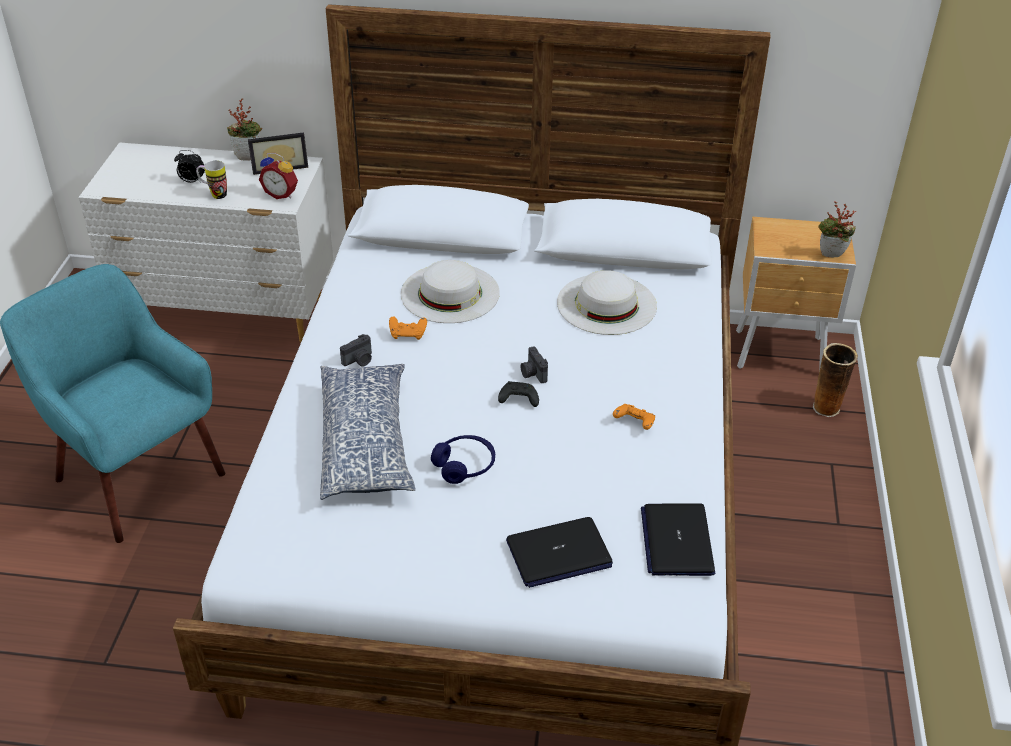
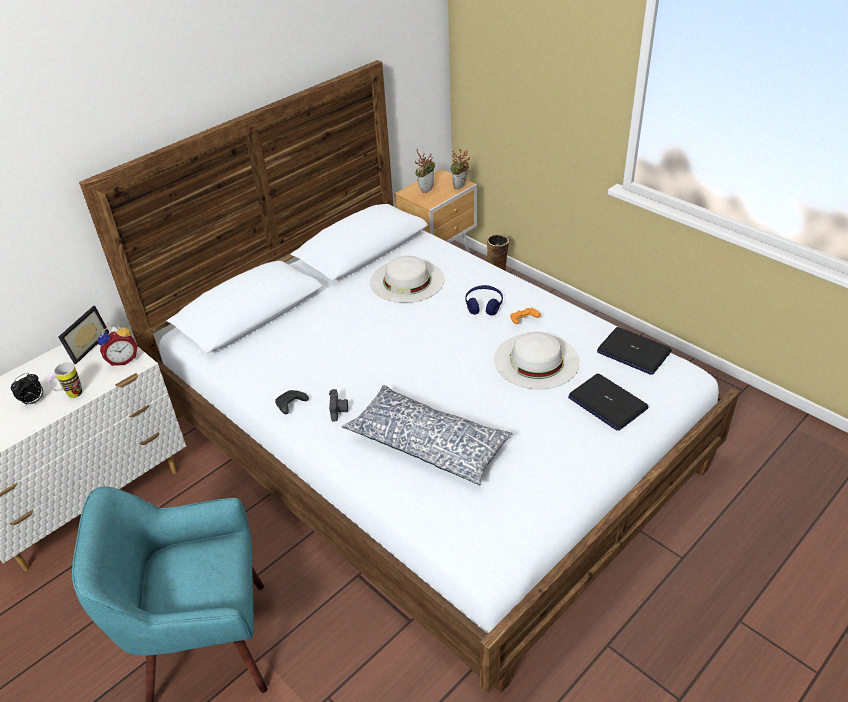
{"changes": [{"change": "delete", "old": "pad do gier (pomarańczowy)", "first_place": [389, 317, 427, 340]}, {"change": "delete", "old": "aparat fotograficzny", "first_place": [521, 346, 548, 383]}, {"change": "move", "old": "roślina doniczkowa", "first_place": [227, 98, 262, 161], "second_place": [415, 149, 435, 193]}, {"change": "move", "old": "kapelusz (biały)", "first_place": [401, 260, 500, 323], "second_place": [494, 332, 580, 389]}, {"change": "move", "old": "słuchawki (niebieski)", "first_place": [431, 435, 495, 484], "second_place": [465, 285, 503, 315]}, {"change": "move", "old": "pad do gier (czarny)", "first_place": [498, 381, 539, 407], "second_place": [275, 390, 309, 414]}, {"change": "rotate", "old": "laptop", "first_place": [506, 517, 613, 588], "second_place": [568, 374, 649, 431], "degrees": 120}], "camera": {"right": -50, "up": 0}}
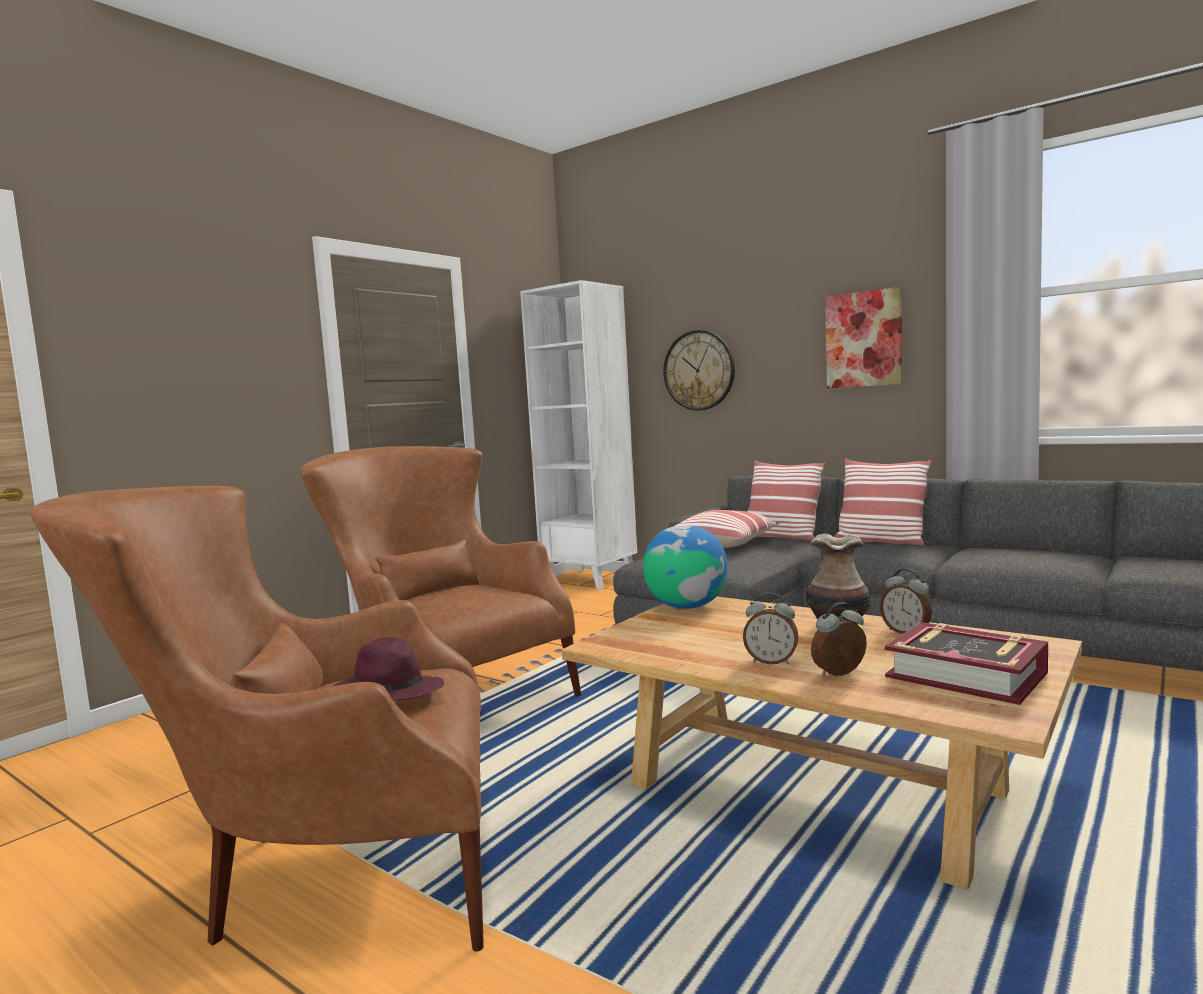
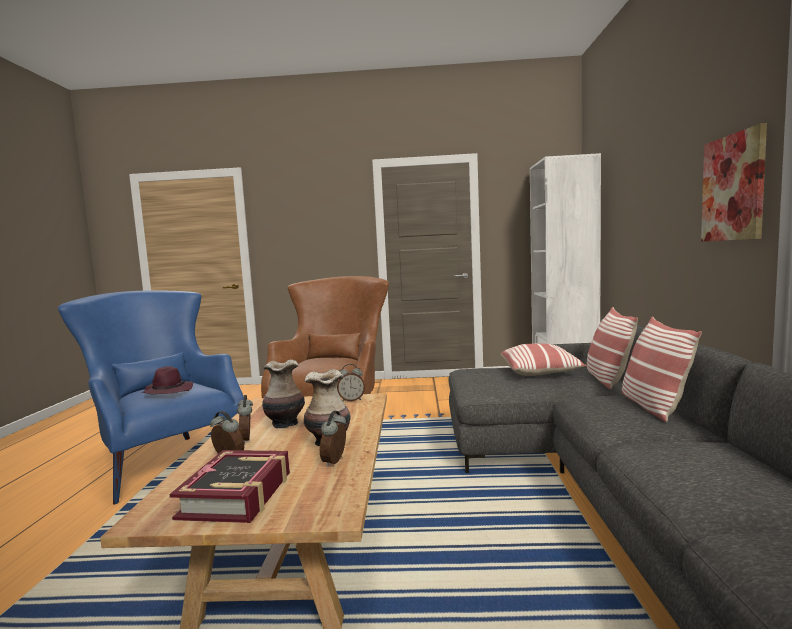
{"changes": [{"change": "delete", "old": "zegar ścienny", "first_place": [663, 330, 735, 411]}, {"change": "insert", "new": "wazon", "second_place": [262, 359, 305, 428]}, {"change": "replace", "old": "globus", "new": "budzik", "first_place": [643, 525, 727, 609], "second_place": [337, 364, 365, 402]}, {"change": "recolor", "old": "fotel (brązowy)", "new": "fotel (niebieski)", "first_place": [31, 486, 484, 952], "second_place": [58, 290, 243, 504]}], "camera": {"right": 55, "up": 0}}
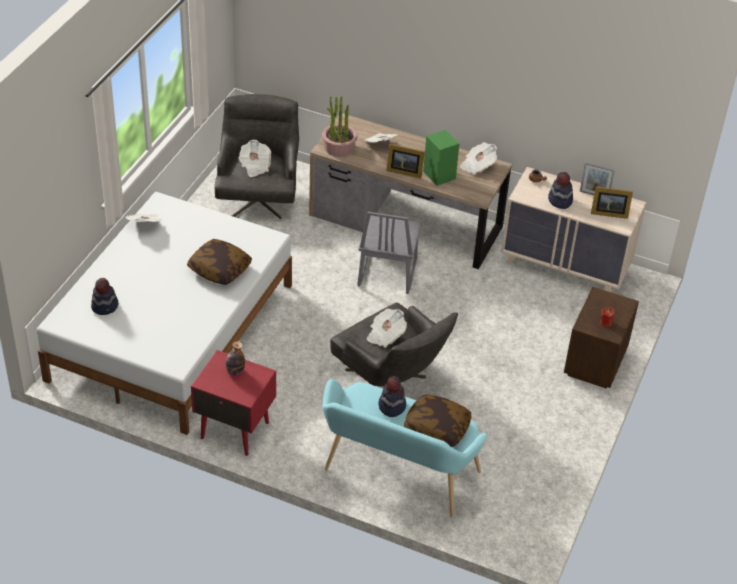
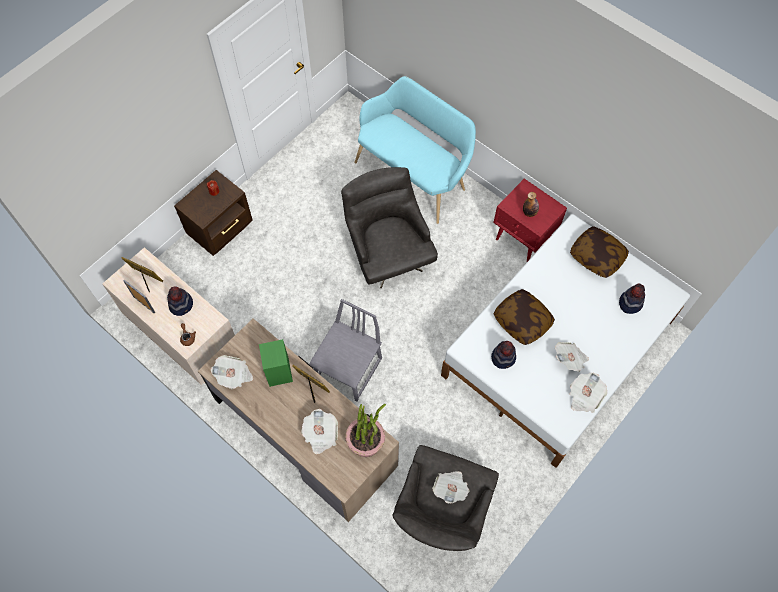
{"changes": [{"change": "move", "old": "gazeta", "first_place": [367, 308, 407, 348], "second_place": [555, 342, 589, 372]}, {"change": "move", "old": "kapelusz", "first_place": [378, 376, 406, 417], "second_place": [491, 341, 516, 369]}, {"change": "move", "old": "poduszka", "first_place": [404, 394, 471, 447], "second_place": [570, 226, 629, 278]}], "camera": {"right": -160, "up": 20}}
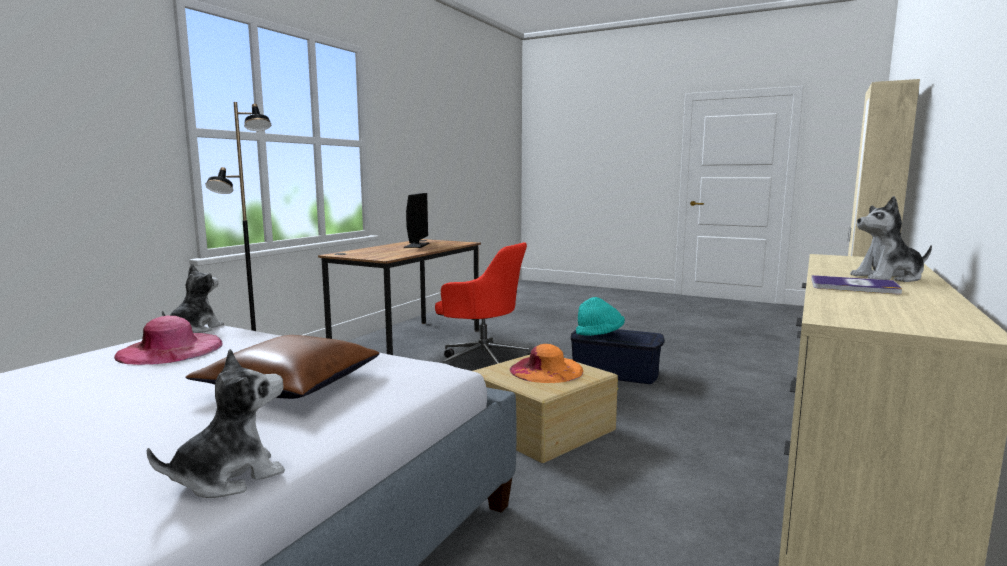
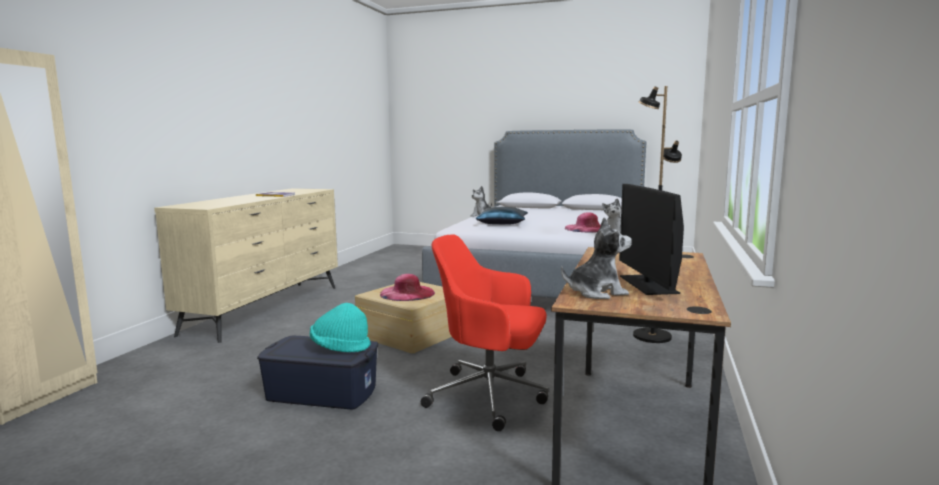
{"changes": [{"change": "move", "old": "pluszak", "first_place": [850, 196, 932, 282], "second_place": [561, 217, 632, 299]}, {"change": "recolor", "old": "poduszka (brązowy)", "new": "poduszka (niebieski)", "first_place": [186, 335, 379, 399], "second_place": [476, 207, 528, 225]}, {"change": "recolor", "old": "kapelusz (pomarańczowy)", "new": "kapelusz (różowy)", "first_place": [510, 344, 583, 383], "second_place": [380, 274, 435, 301]}], "camera": {"right": 170, "up": 0}}
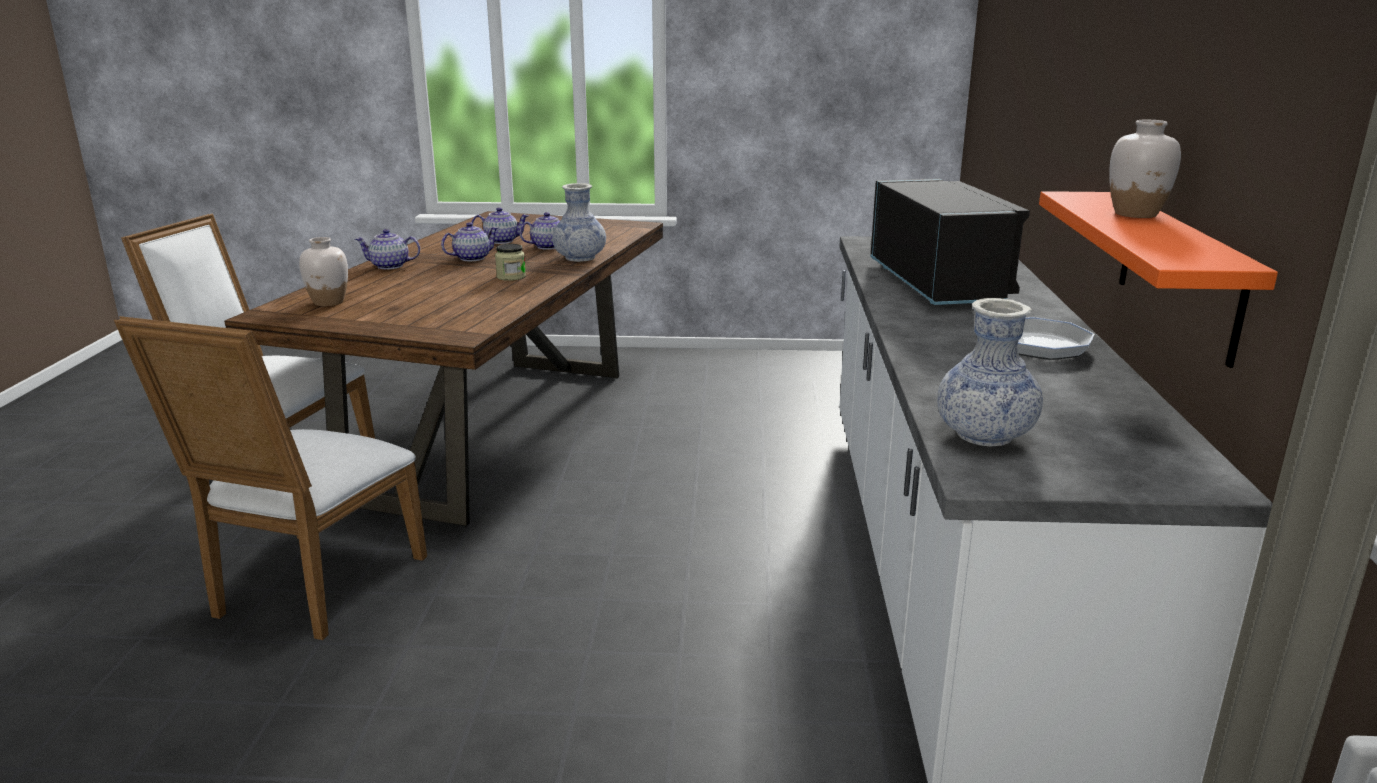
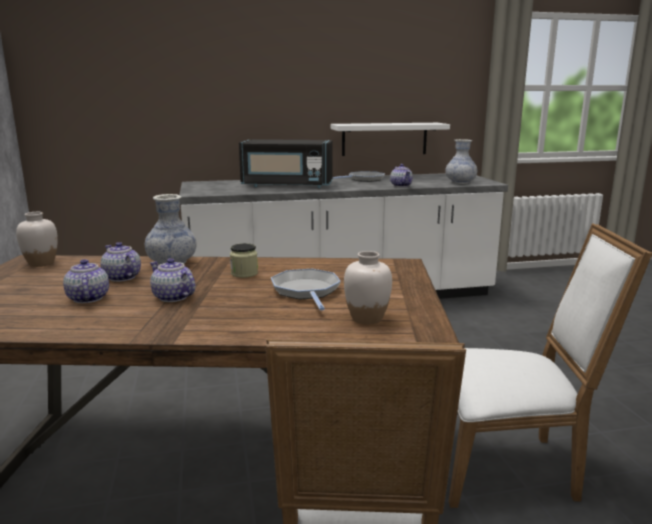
{"changes": [{"change": "insert", "new": "patelnia", "second_place": [271, 269, 341, 310]}, {"change": "move", "old": "imbryk", "first_place": [355, 229, 420, 269], "second_place": [390, 164, 413, 187]}, {"change": "move", "old": "wazon (biały)", "first_place": [1109, 120, 1181, 218], "second_place": [16, 212, 58, 267]}, {"change": "recolor", "old": "półka (pomarańczowy)", "new": "półka (biały)", "first_place": [1039, 191, 1278, 368], "second_place": [331, 123, 450, 156]}, {"change": "rotate", "old": "mikrofalówka (czarny)", "first_place": [870, 179, 1030, 305], "second_place": [239, 139, 333, 188], "degrees": -150}], "camera": {"right": -105, "up": -5}}
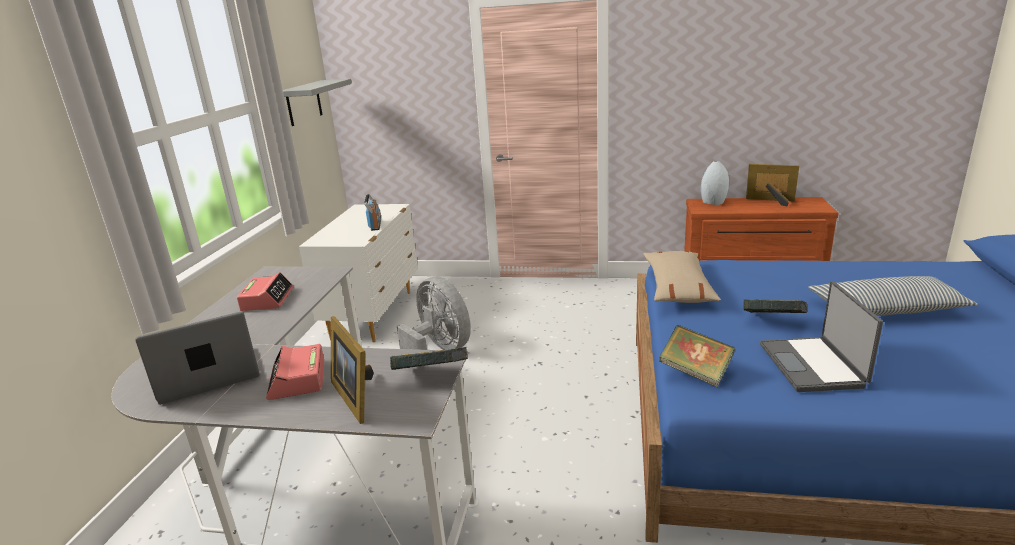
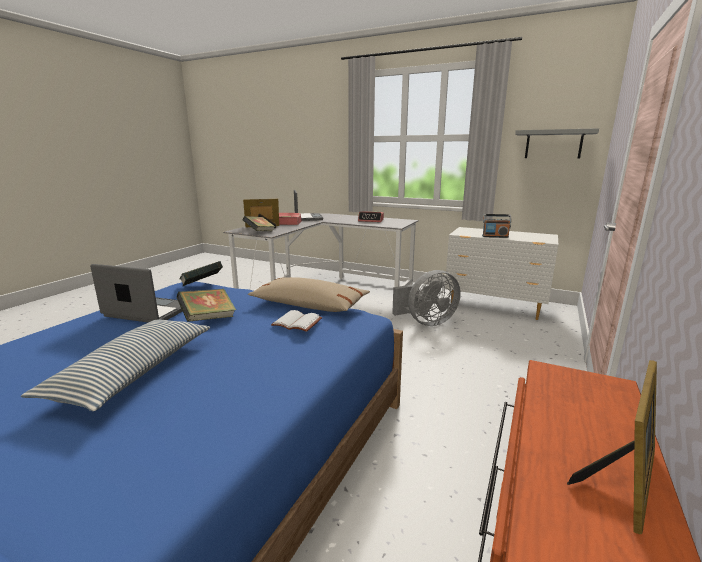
{"changes": [{"change": "delete", "old": "wazon (szary)", "first_place": [701, 161, 729, 205]}, {"change": "insert", "new": "książka (biały)", "second_place": [271, 310, 322, 332]}], "camera": {"right": 105, "up": -5}}
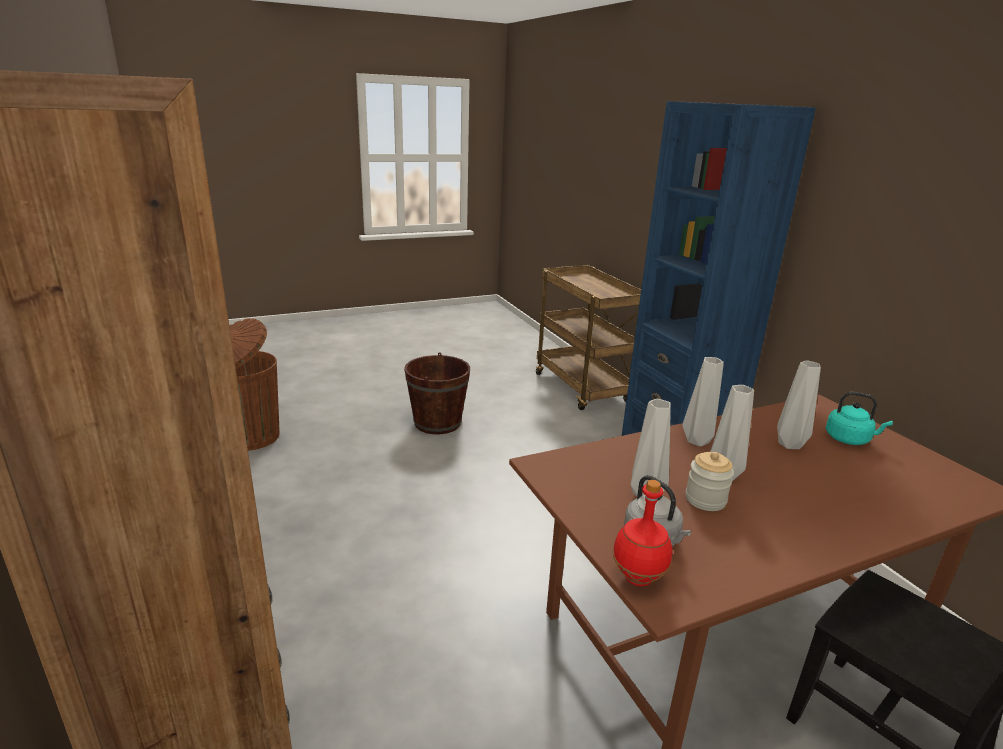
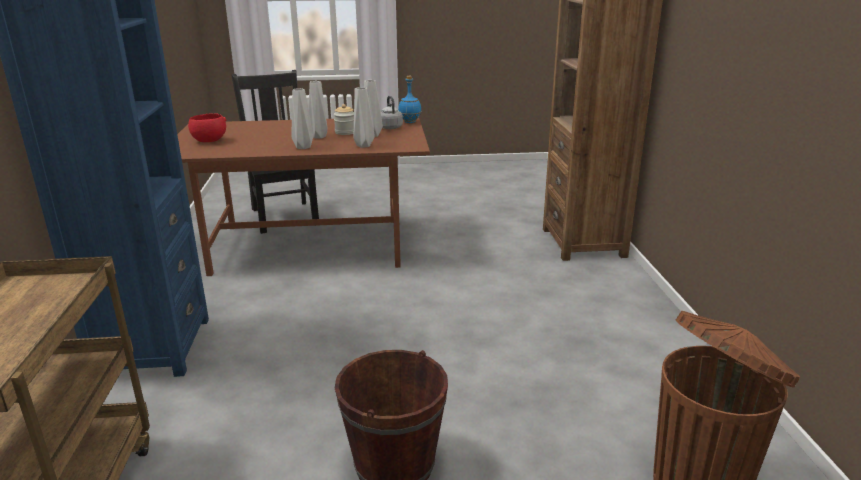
{"changes": [{"change": "move", "old": "wazon (szary)", "first_place": [777, 360, 821, 449], "second_place": [354, 87, 375, 148]}, {"change": "replace", "old": "czajnik (turkusowy)", "new": "miska (czerwony)", "first_place": [826, 392, 893, 445], "second_place": [188, 114, 226, 142]}, {"change": "recolor", "old": "butelka (czerwony)", "new": "butelka (niebieski)", "first_place": [613, 480, 673, 586], "second_place": [398, 76, 422, 123]}], "camera": {"right": -160, "up": 0}}
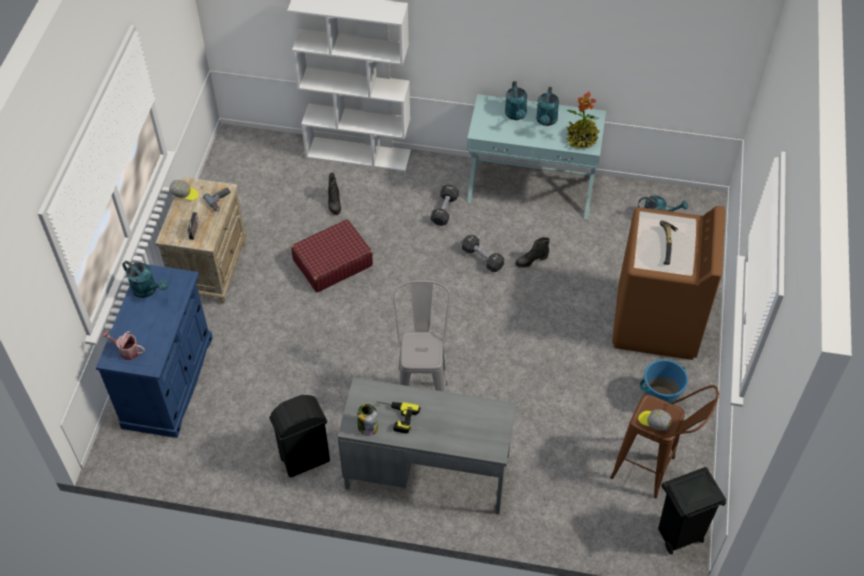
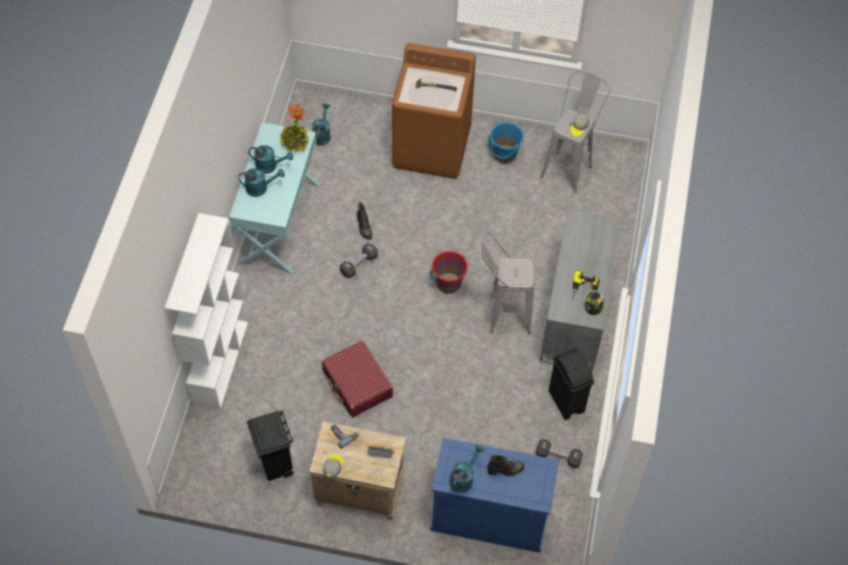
{"changes": [{"change": "delete", "old": "konewka", "first_place": [102, 330, 145, 360]}, {"change": "insert", "new": "wiadro (czerwony)", "second_place": [430, 251, 468, 294]}, {"change": "move", "old": "but z cholewką (czarny)", "first_place": [328, 173, 341, 215], "second_place": [488, 454, 524, 476]}, {"change": "move", "old": "hantel (czarny)", "first_place": [431, 184, 459, 226], "second_place": [536, 439, 583, 468]}, {"change": "move", "old": "kosz na śmieci (czarny)", "first_place": [658, 467, 726, 555], "second_place": [247, 411, 294, 481]}, {"change": "recolor", "old": "stołek (brązowy)", "new": "stołek (szary)", "first_place": [610, 385, 719, 498], "second_place": [540, 71, 610, 193]}], "camera": {"right": -90, "up": 5}}
